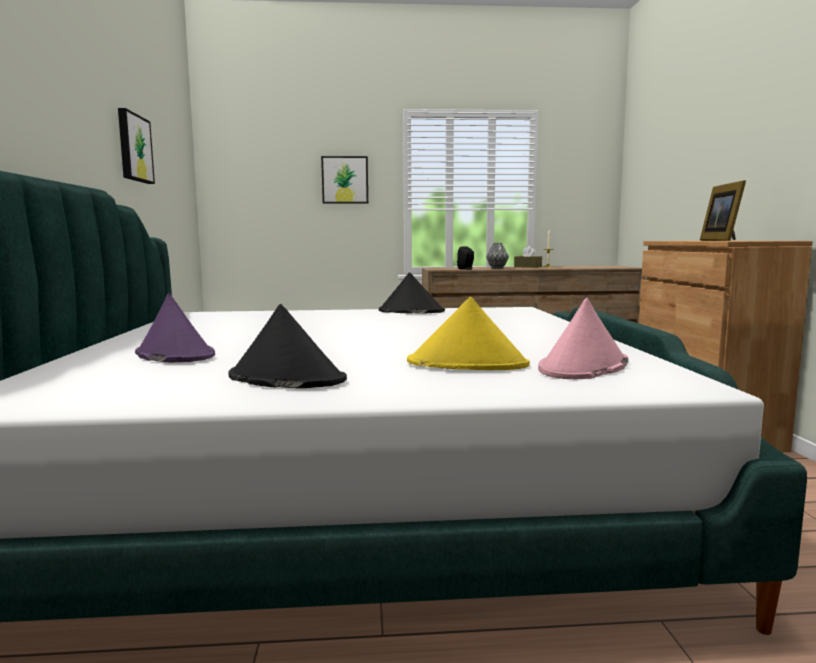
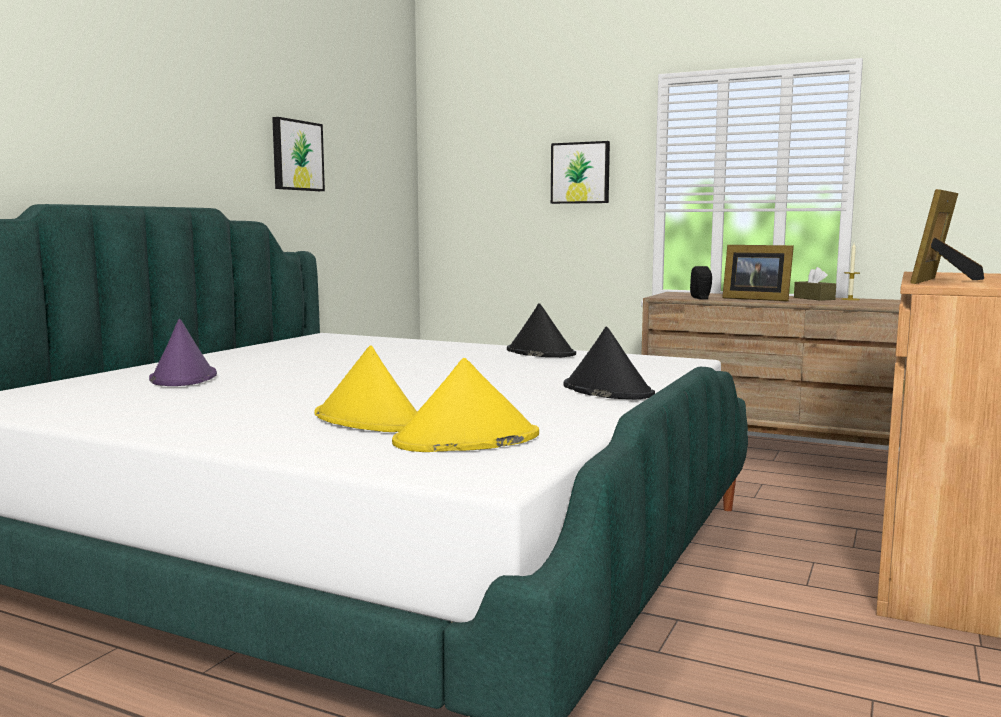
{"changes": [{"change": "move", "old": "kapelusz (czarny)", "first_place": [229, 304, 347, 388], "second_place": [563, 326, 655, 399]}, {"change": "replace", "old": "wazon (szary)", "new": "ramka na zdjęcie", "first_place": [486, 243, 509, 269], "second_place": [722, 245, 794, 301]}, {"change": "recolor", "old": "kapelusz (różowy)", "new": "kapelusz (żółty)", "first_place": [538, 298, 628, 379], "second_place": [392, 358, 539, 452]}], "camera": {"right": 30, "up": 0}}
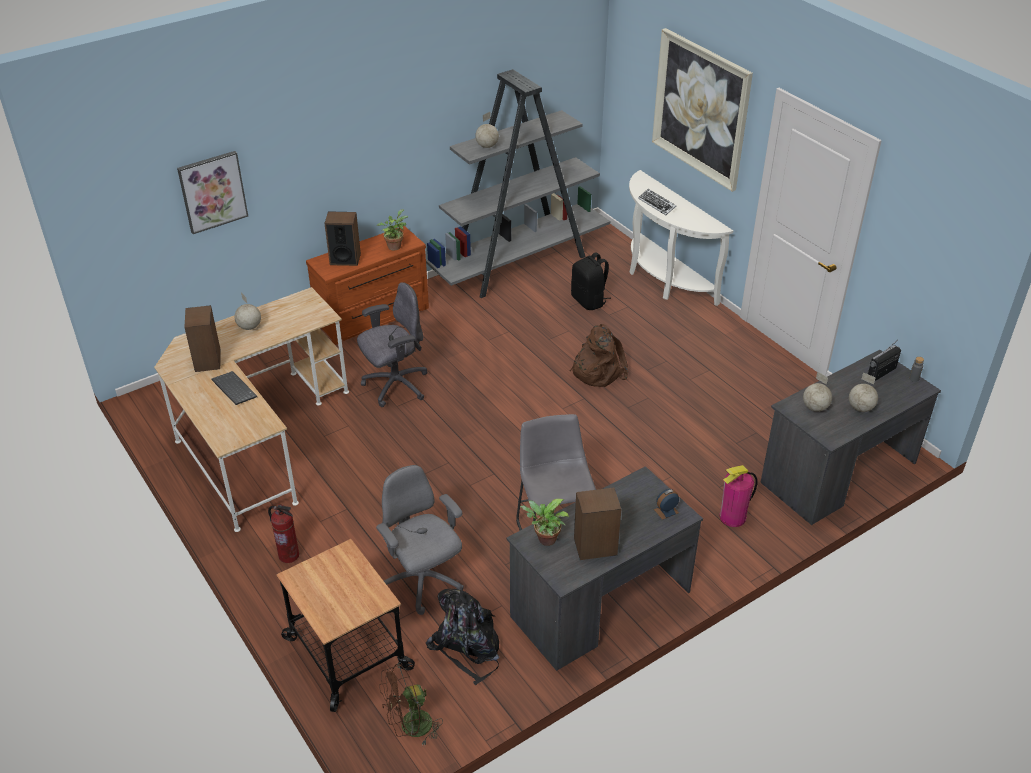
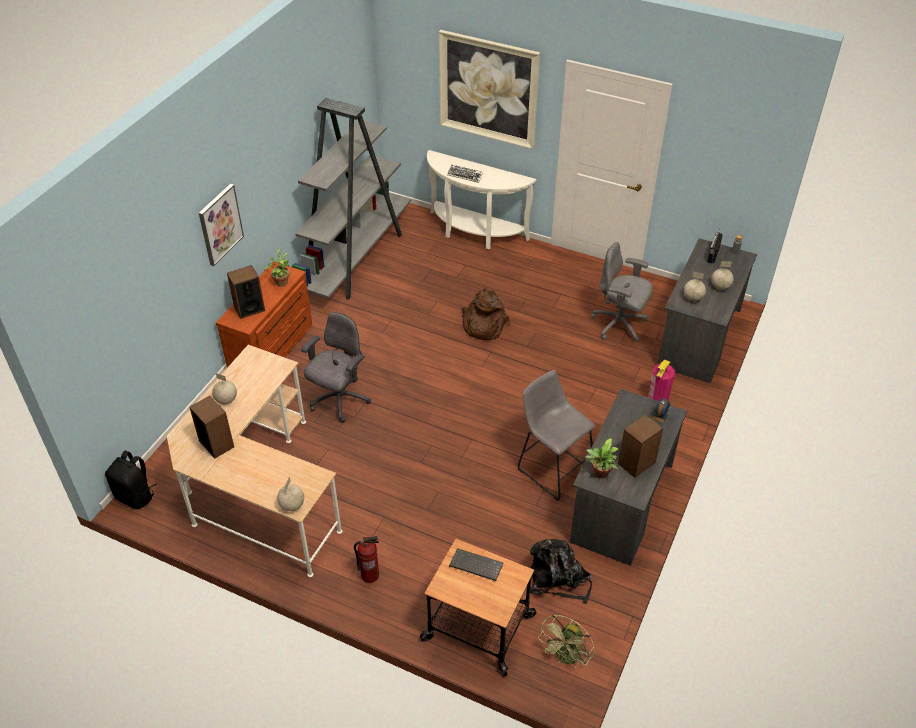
{"changes": [{"change": "move", "old": "obraz", "first_place": [177, 151, 248, 234], "second_place": [199, 184, 244, 266]}, {"change": "move", "old": "klawiatura", "first_place": [211, 371, 257, 405], "second_place": [449, 548, 503, 581]}, {"change": "move", "old": "krzesło biurowe (szary)", "first_place": [376, 465, 464, 615], "second_place": [591, 242, 653, 342]}, {"change": "move", "old": "globus", "first_place": [475, 112, 499, 148], "second_place": [277, 476, 304, 511]}, {"change": "move", "old": "plecak (czarny)", "first_place": [571, 252, 611, 310], "second_place": [105, 451, 157, 509]}, {"change": "recolor", "old": "wentylator (brązowy)", "new": "wentylator (zielony)", "first_place": [379, 663, 443, 747], "second_place": [538, 615, 594, 669]}], "camera": {"right": -30, "up": 5}}
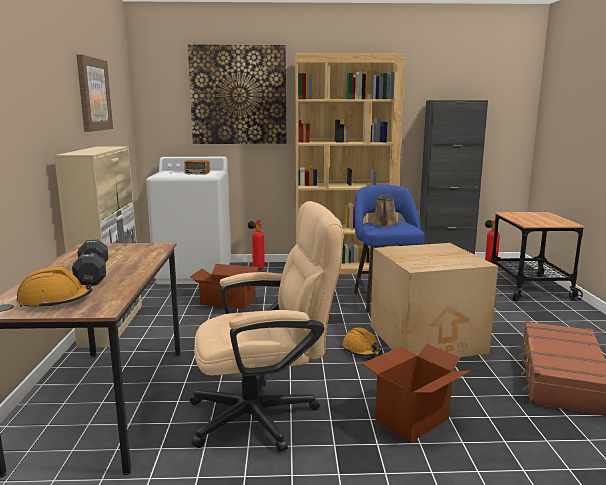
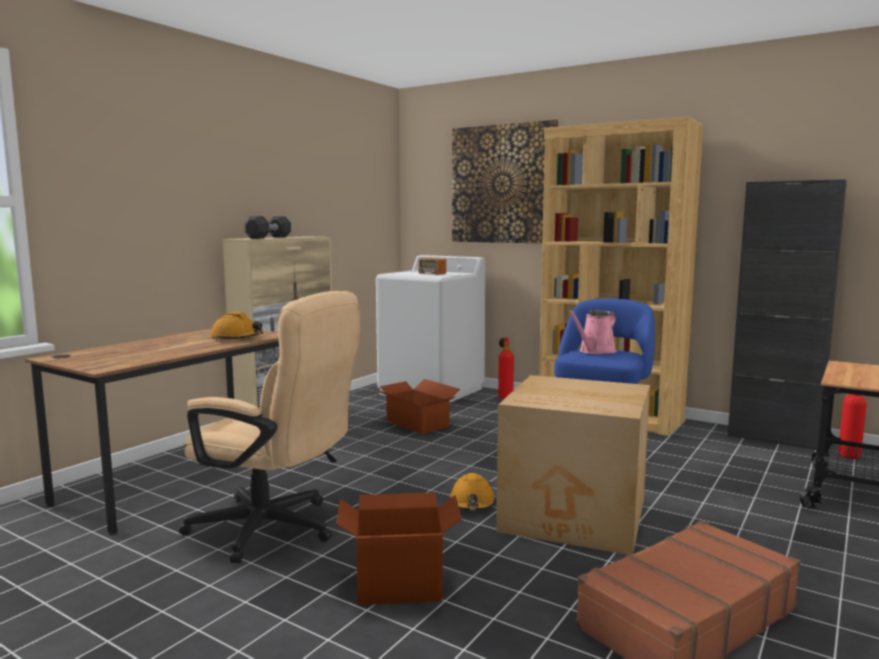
{"changes": [{"change": "delete", "old": "obraz", "first_place": [76, 54, 113, 132]}, {"change": "move", "old": "kask (pomarańczowy)", "first_place": [16, 267, 94, 309], "second_place": [210, 312, 263, 341]}, {"change": "move", "old": "hantel (czarny)", "first_place": [72, 240, 108, 286], "second_place": [244, 216, 291, 239]}, {"change": "recolor", "old": "konewka (brązowy)", "new": "konewka (różowy)", "first_place": [372, 194, 398, 226], "second_place": [568, 310, 617, 354]}], "camera": {"right": 35, "up": -5}}
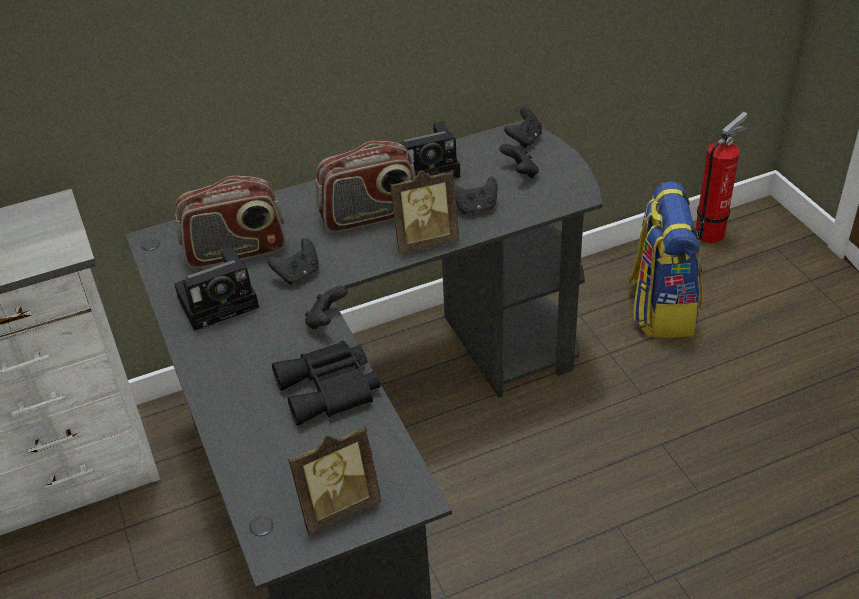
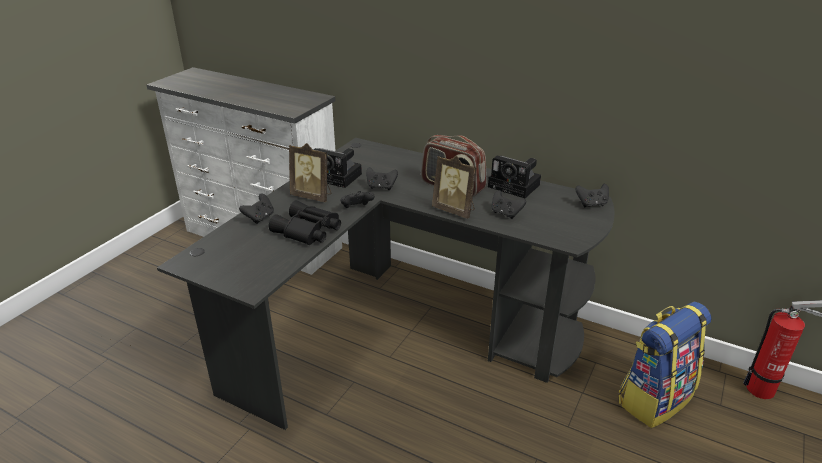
{"changes": [{"change": "delete", "old": "radio", "first_place": [175, 176, 286, 268]}, {"change": "move", "old": "ramka na zdjęcie", "first_place": [288, 425, 381, 535], "second_place": [289, 143, 331, 202]}, {"change": "move", "old": "pad do gier (czarny)", "first_place": [499, 144, 539, 178], "second_place": [239, 194, 274, 224]}], "camera": {"right": 50, "up": -10}}
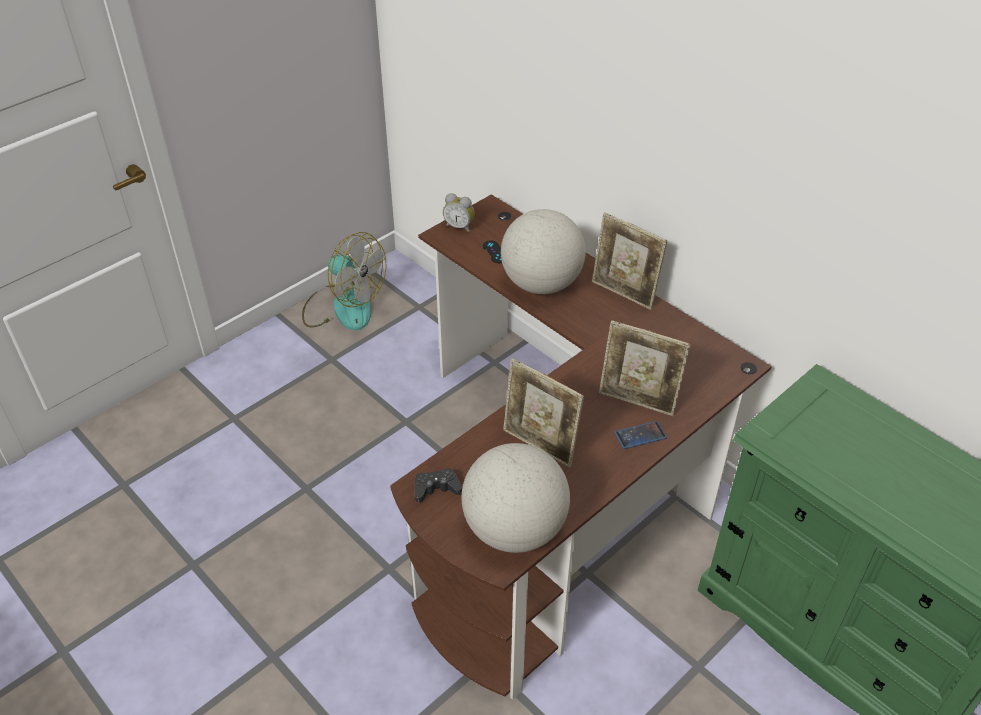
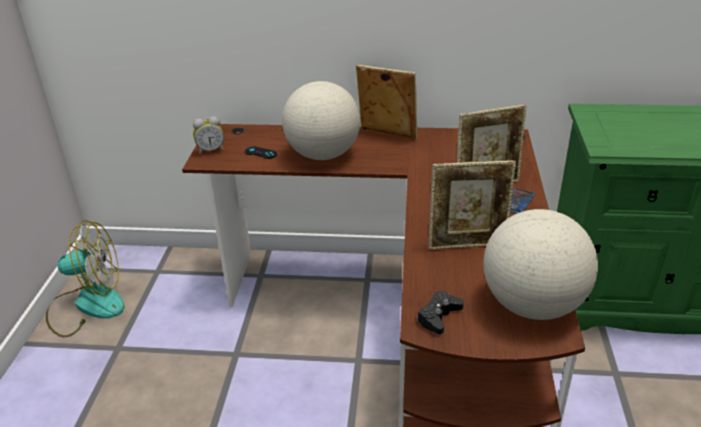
{"changes": [{"change": "rotate", "old": "ramka na zdjęcie", "first_place": [592, 212, 667, 310], "second_place": [356, 65, 417, 140], "degrees": -150}], "camera": {"right": -40, "up": -10}}
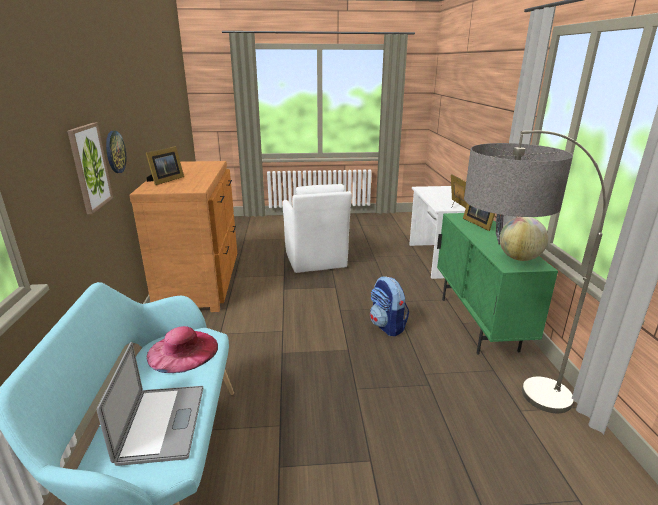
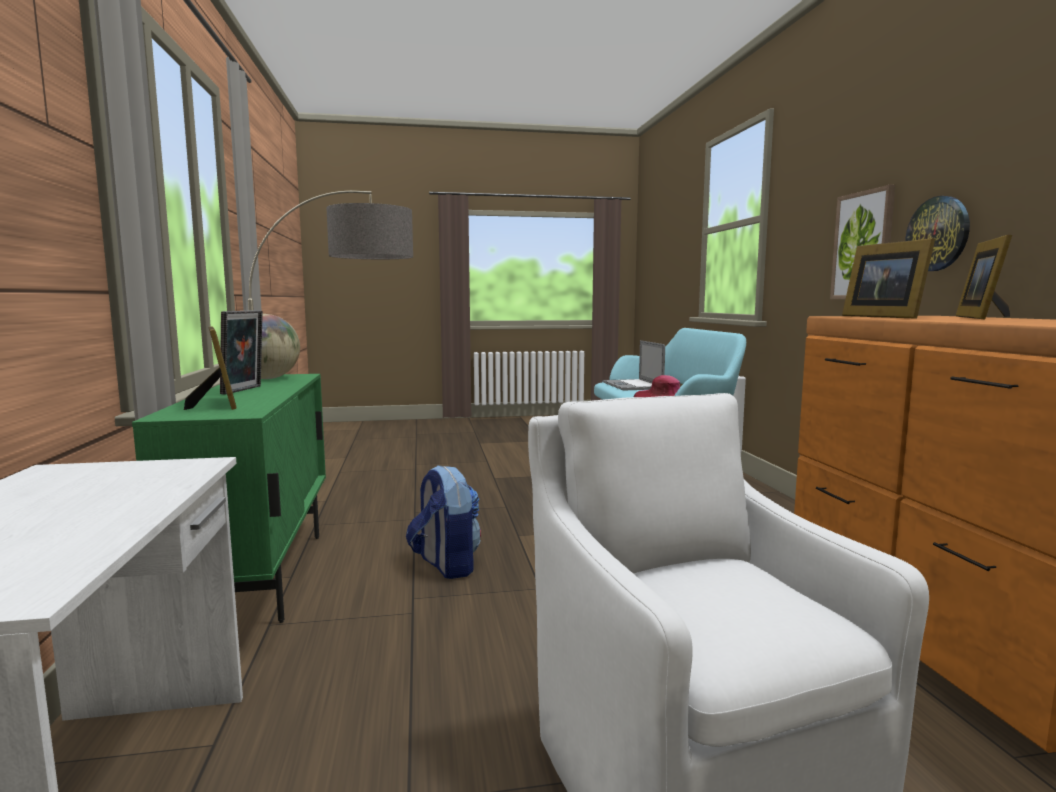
{"changes": [{"change": "move", "old": "ramka na zdjęcie", "first_place": [451, 174, 467, 208], "second_place": [842, 238, 935, 319]}], "camera": {"right": 175, "up": -15}}
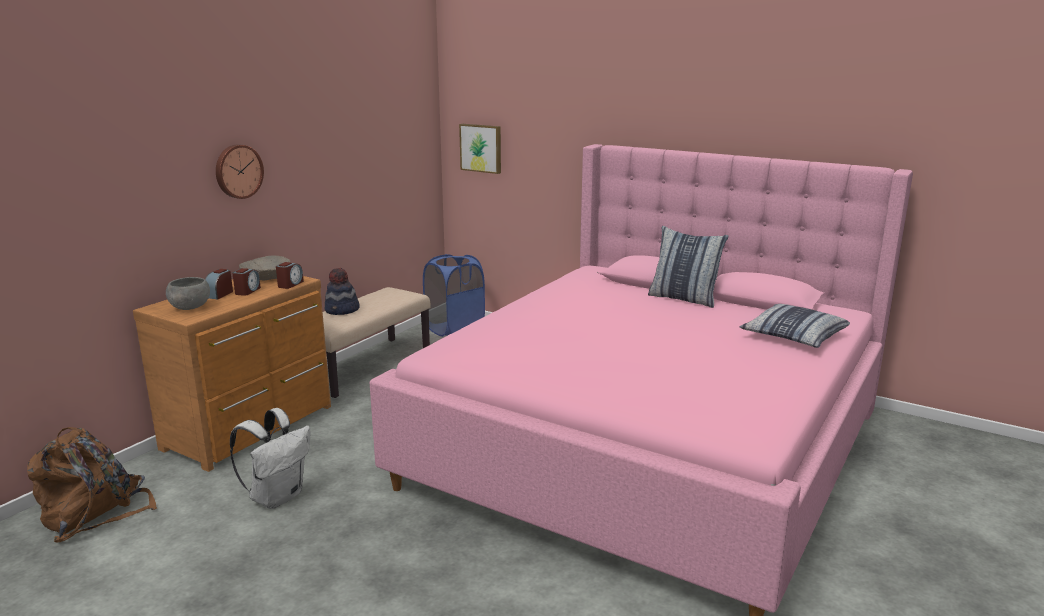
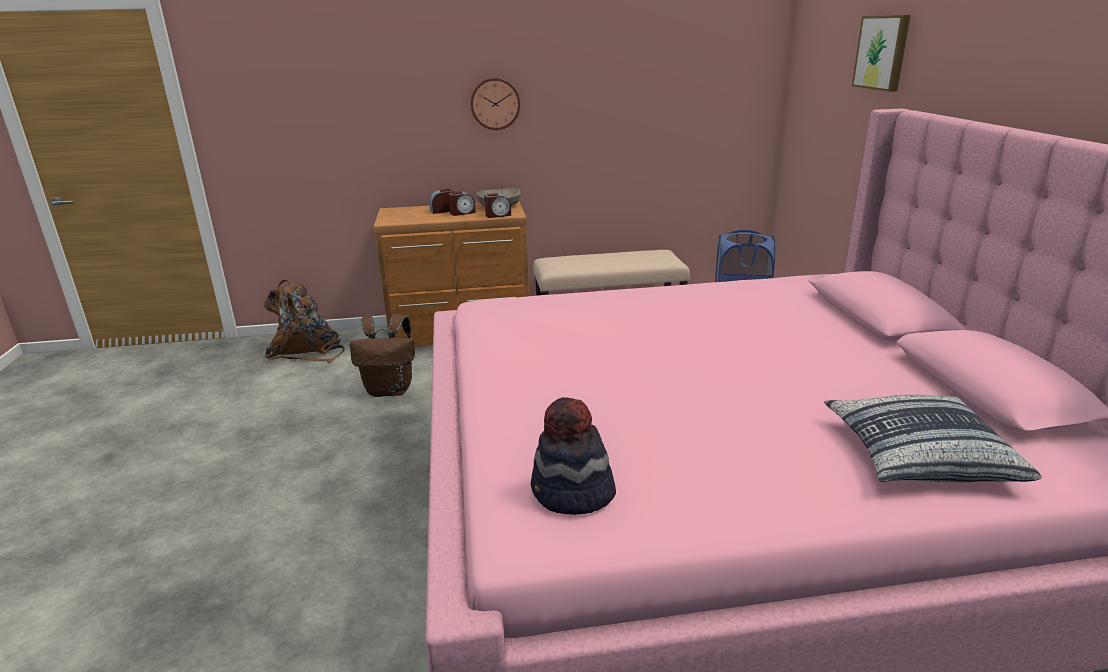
{"changes": [{"change": "delete", "old": "miska (szary)", "first_place": [166, 277, 210, 310]}, {"change": "delete", "old": "poduszka", "first_place": [648, 226, 729, 308]}, {"change": "move", "old": "kapelusz", "first_place": [325, 268, 360, 315], "second_place": [531, 397, 616, 515]}, {"change": "move", "old": "obraz", "first_place": [459, 124, 501, 174], "second_place": [852, 15, 911, 92]}, {"change": "recolor", "old": "plecak (biały)", "new": "plecak (brązowy)", "first_place": [230, 408, 310, 509], "second_place": [349, 314, 415, 397]}], "camera": {"right": 50, "up": 5}}
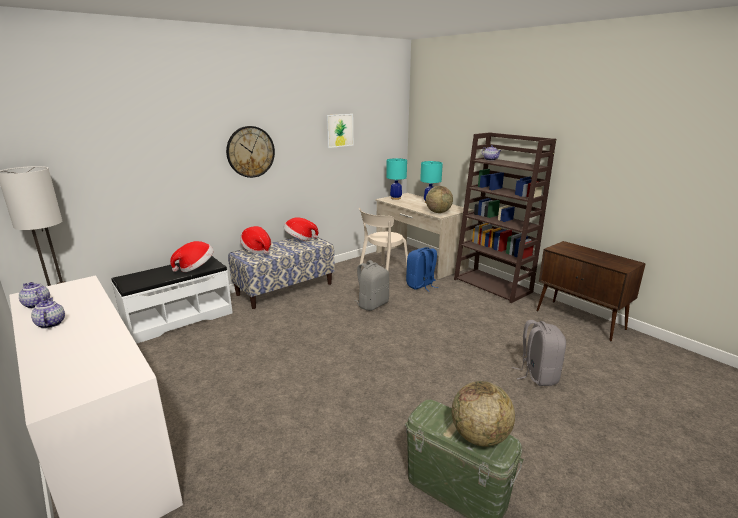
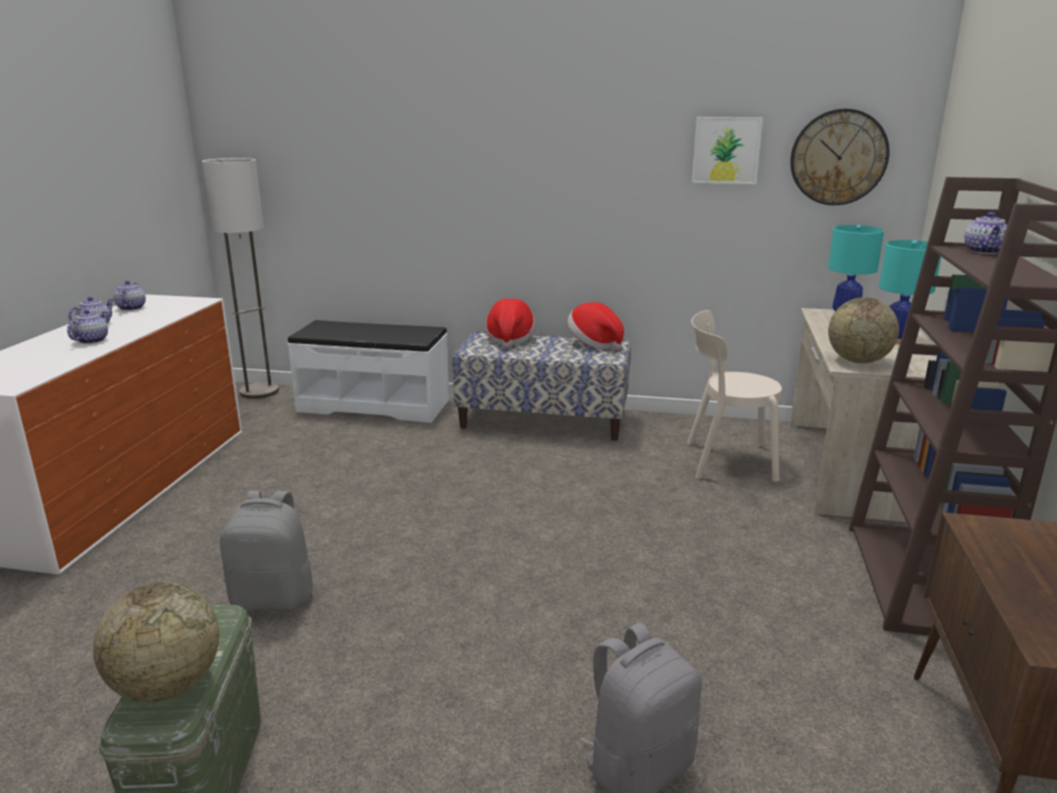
{"changes": [{"change": "delete", "old": "kapelusz", "first_place": [170, 241, 214, 272]}, {"change": "delete", "old": "plecak (niebieski)", "first_place": [406, 247, 439, 292]}, {"change": "insert", "new": "imbryk", "second_place": [67, 310, 108, 344]}, {"change": "move", "old": "zegar ścienny", "first_place": [226, 126, 275, 178], "second_place": [790, 108, 890, 205]}, {"change": "move", "old": "plecak (szary)", "first_place": [354, 260, 389, 311], "second_place": [220, 491, 313, 611]}], "camera": {"right": 50, "up": 0}}
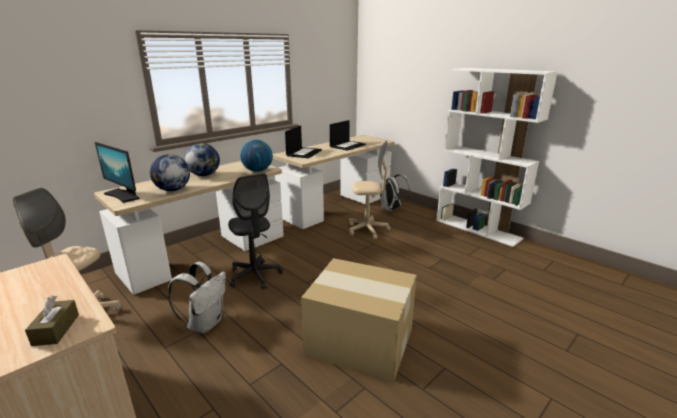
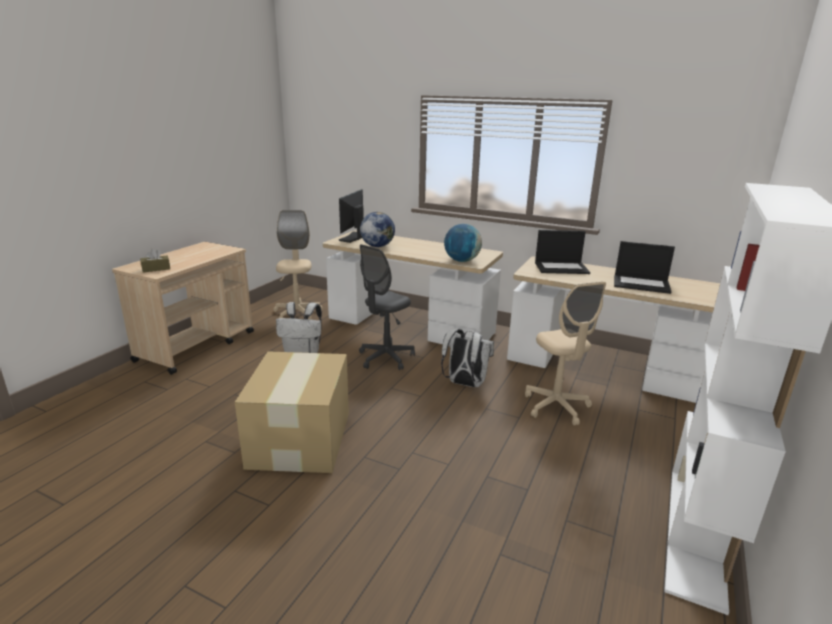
{"changes": [{"change": "delete", "old": "globus", "first_place": [185, 143, 220, 176]}, {"change": "move", "old": "plecak (biały)", "first_place": [380, 174, 410, 211], "second_place": [441, 329, 494, 387]}], "camera": {"right": 70, "up": 0}}
